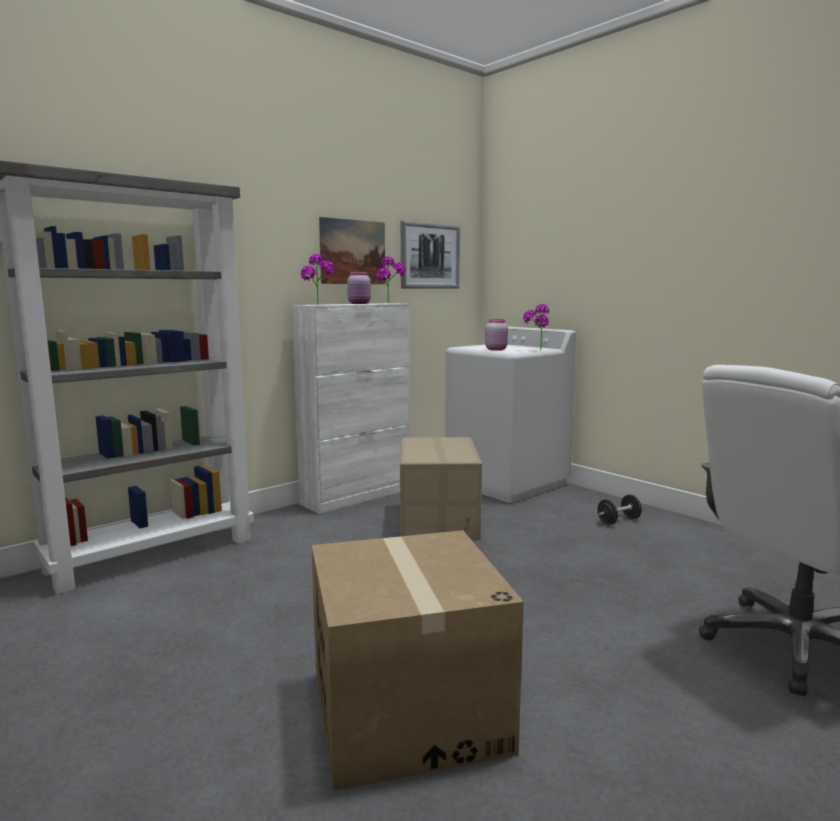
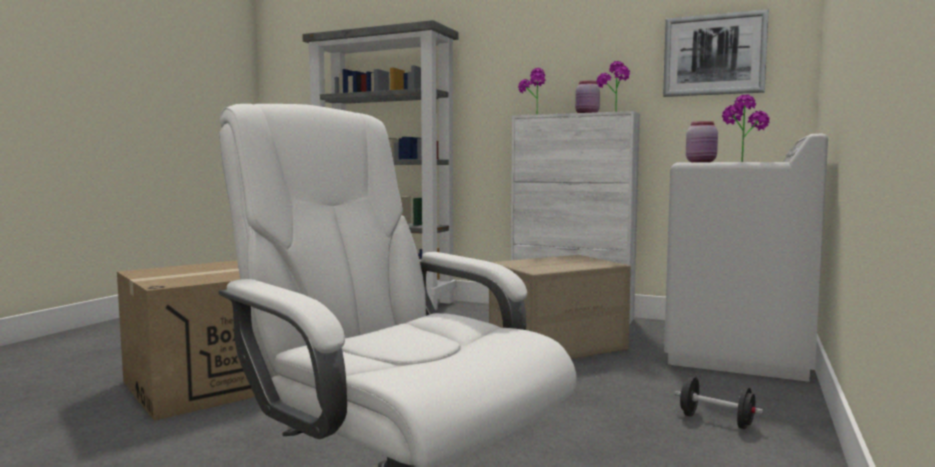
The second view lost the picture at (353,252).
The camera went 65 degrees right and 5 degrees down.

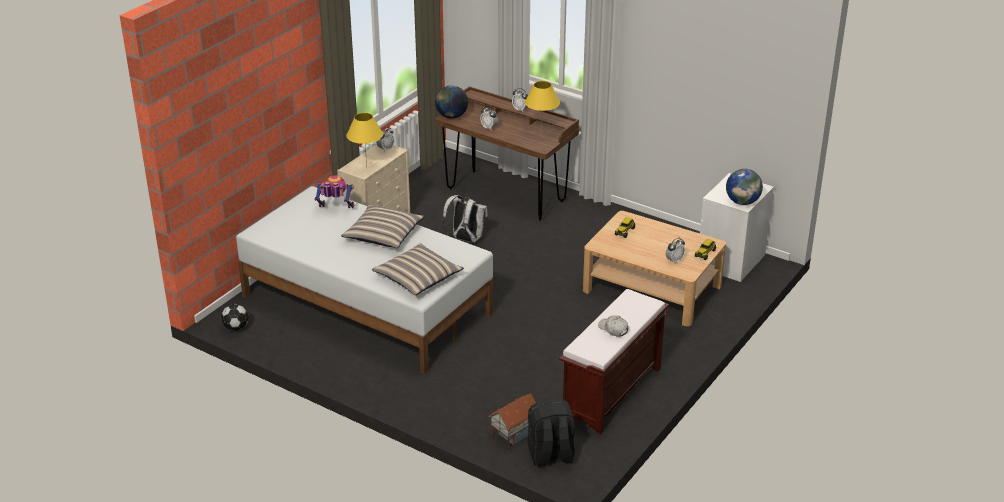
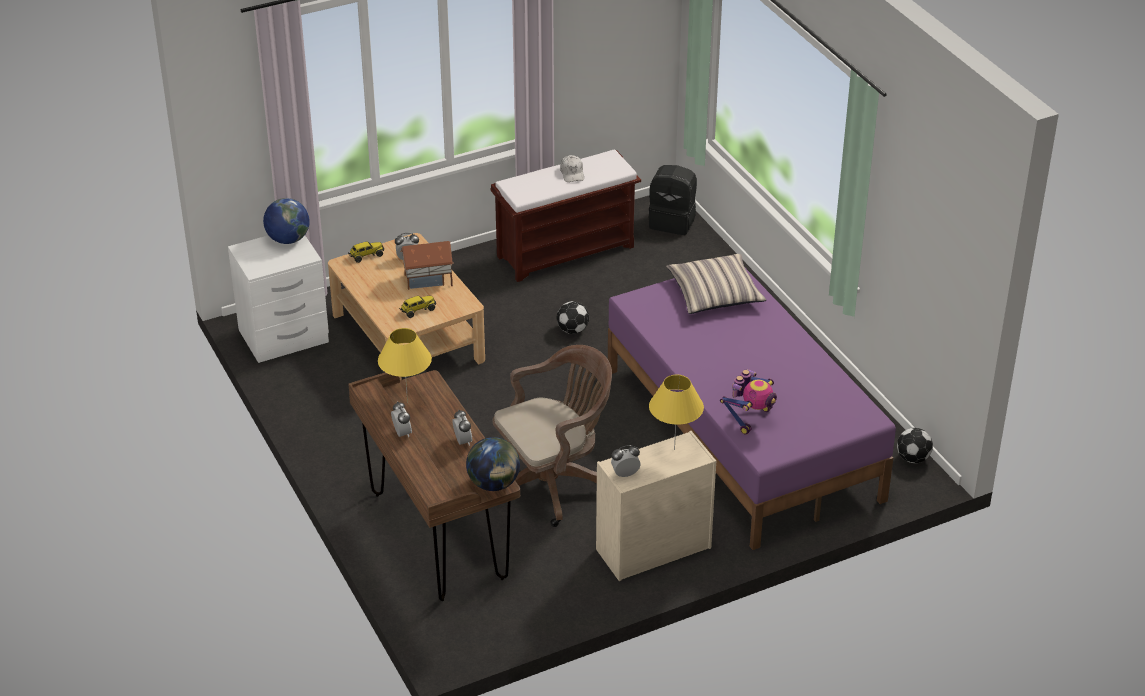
The toy house ended up elsewhere, having gone from (514,433) to (428,280).
Where the white backpack stood at (465,239), the brown office chair came to stand at (553,483).
The second view gained the football at (573,330).
What was the white bed at (366,304) turned into the purple bed at (741,434).
The toy robot at (335,209) ended up facing another way, 90 degrees counterclockwise from before.
The second view lost the pillow at (383,234).
The camera went 150 degrees left and 5 degrees up.

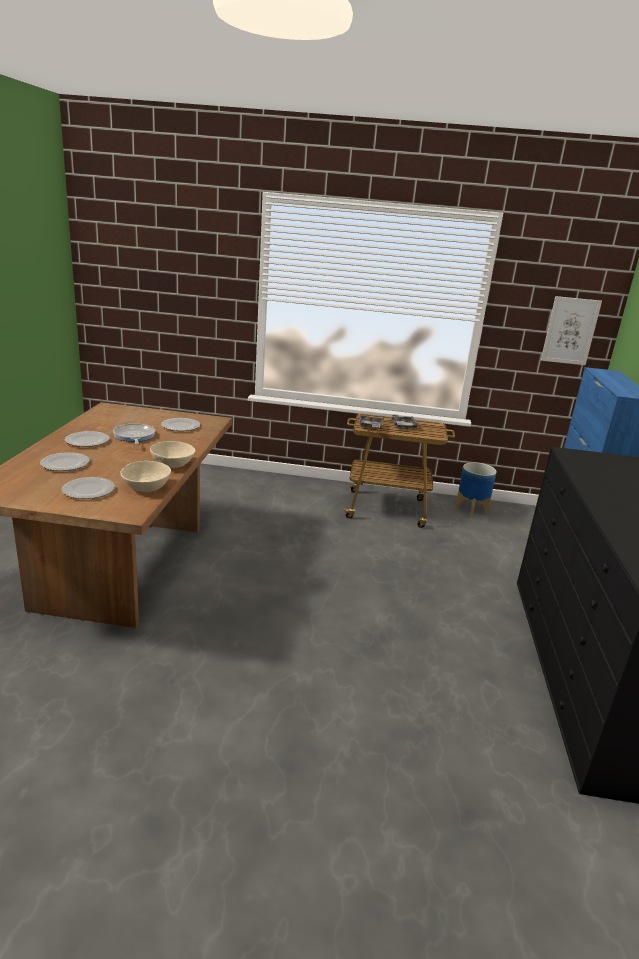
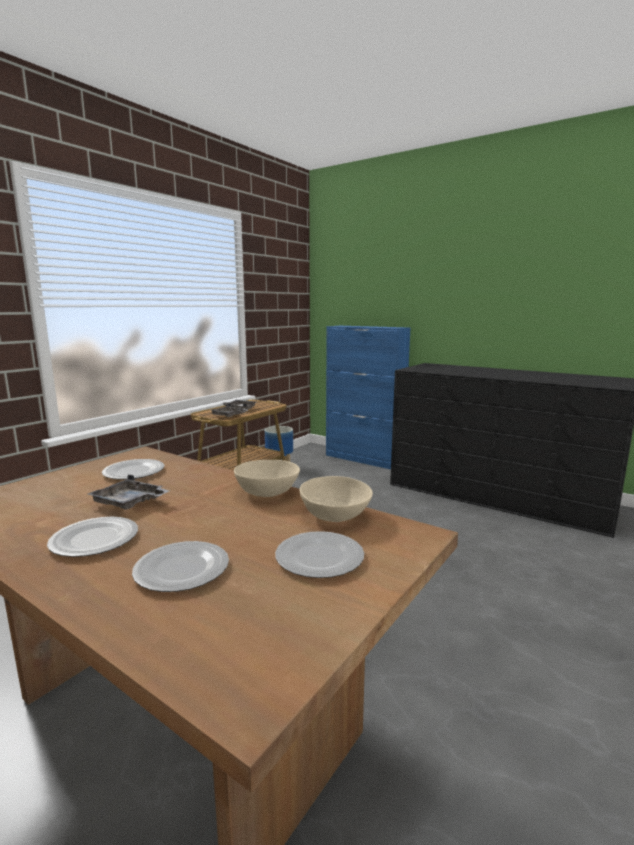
Where the frying pan stood at (134,436), the grey tray came to stand at (129,503).
The second view lost the picture at (570,331).
The camera went 60 degrees left and 10 degrees down.

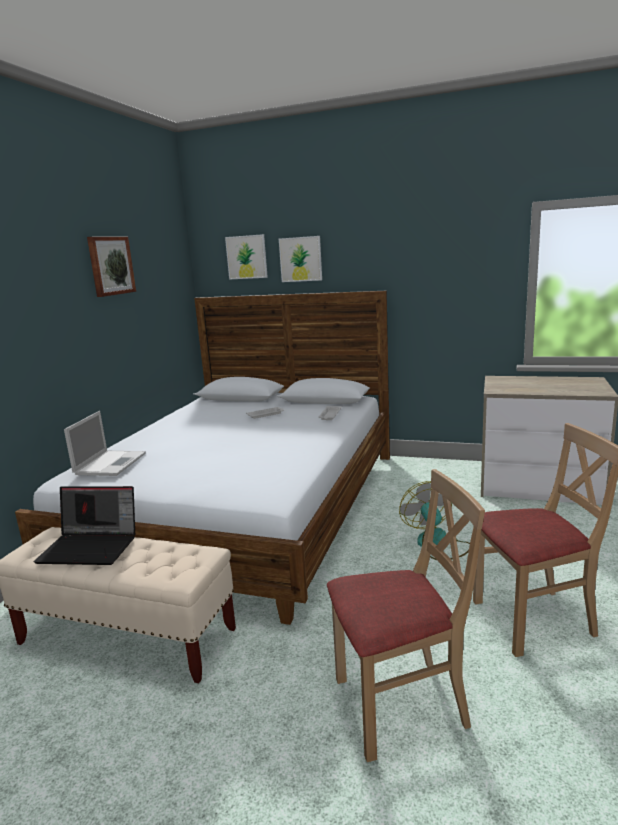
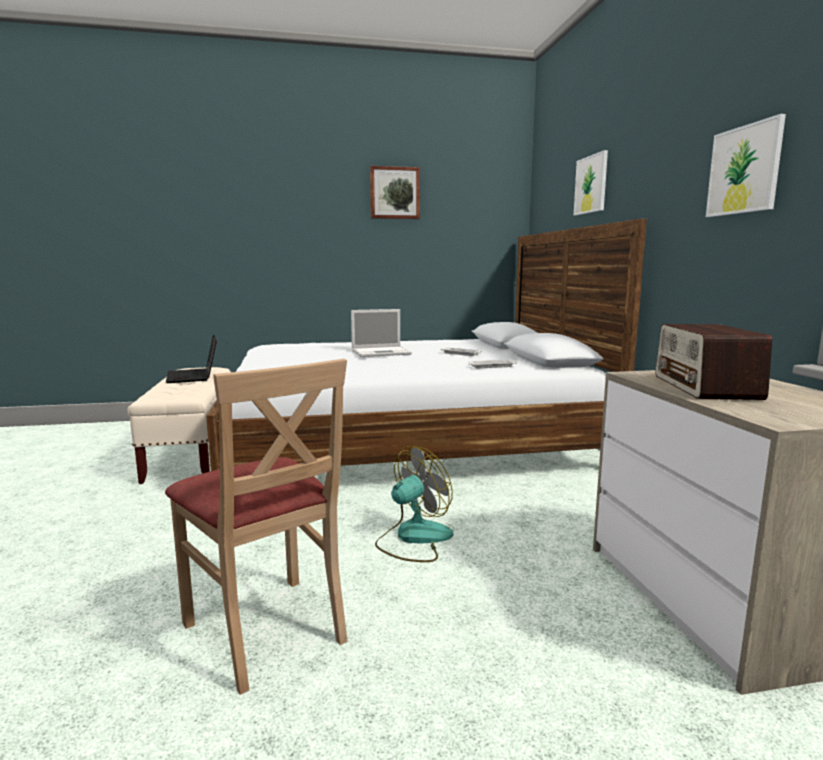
The laptop ended up elsewhere, having gone from (111,463) to (382,352).
The second view gained the radio at (705,387).
The picture ended up elsewhere, having gone from (246,257) to (744,170).
The second view lost the beige chair at (400,705).
The camera went 60 degrees right and 5 degrees down.

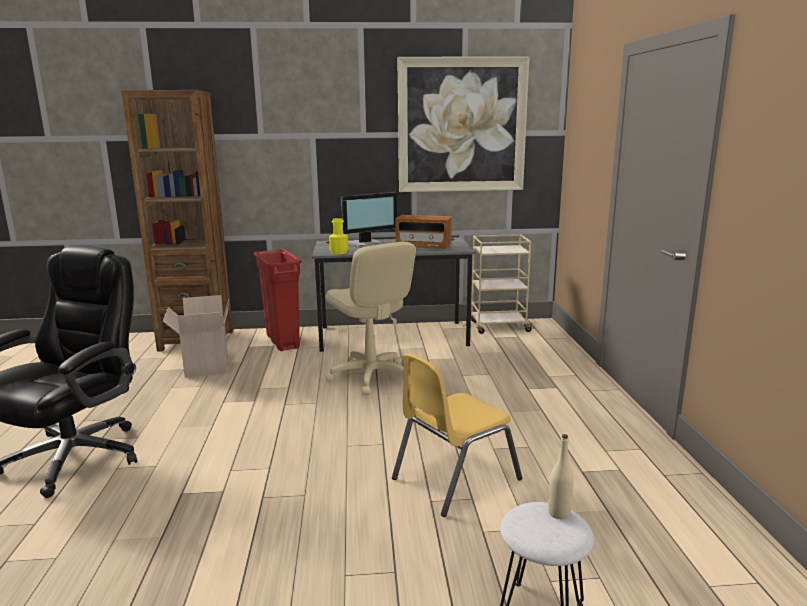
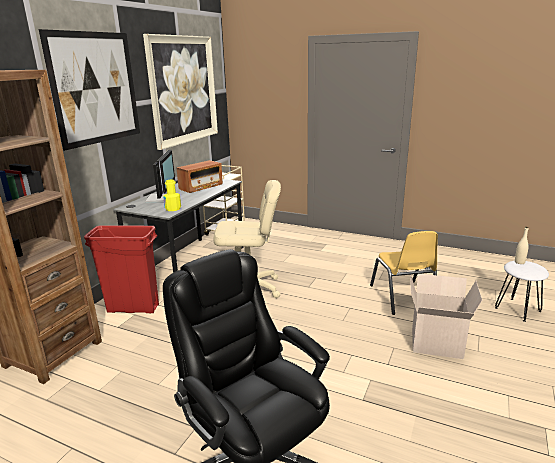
The second view gained the picture at (95,88).
The cardboard box ended up elsewhere, having gone from (205,366) to (435,344).
The camera went 60 degrees left and 5 degrees up.

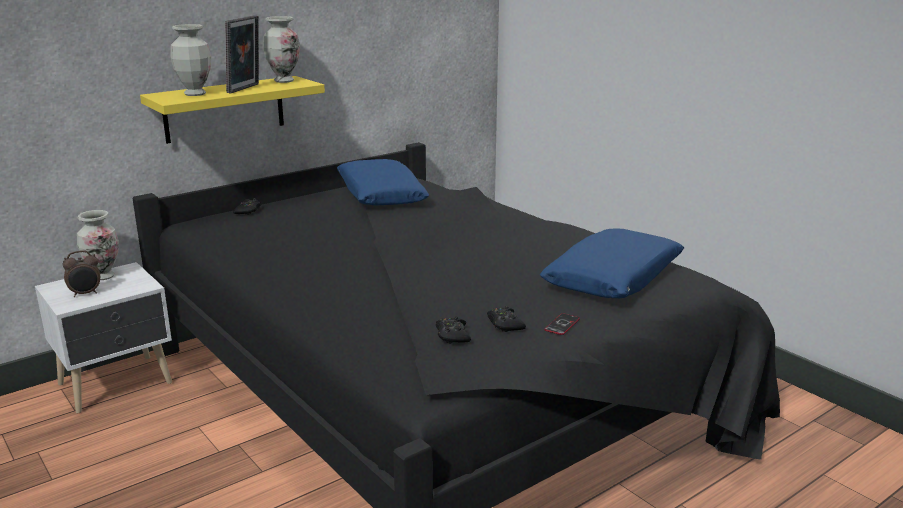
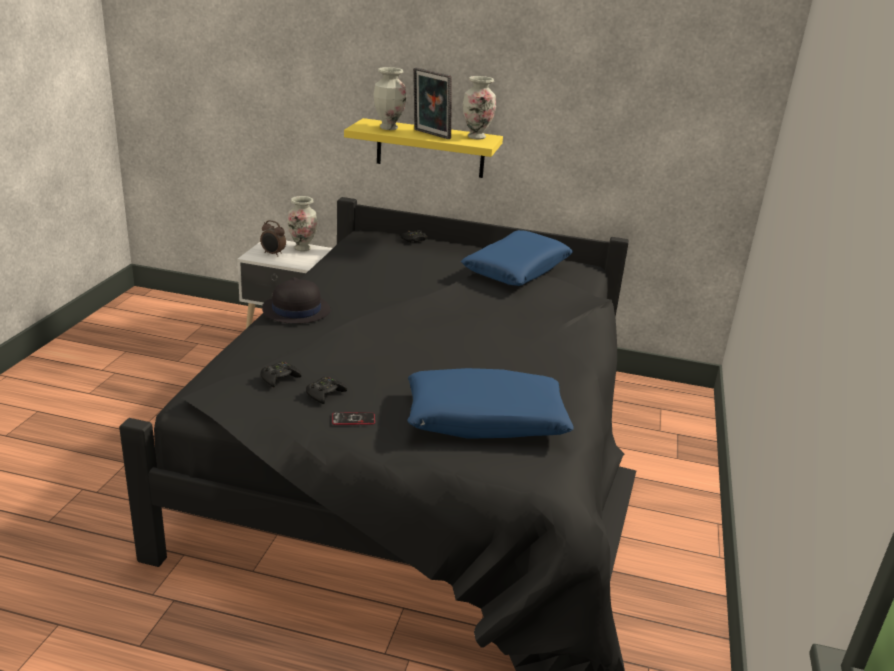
The second view gained the black hat at (296,310).
The picture frame at (246,88) ended up facing another way, 60 degrees clockwise from before.
The camera went 50 degrees right and 5 degrees up.

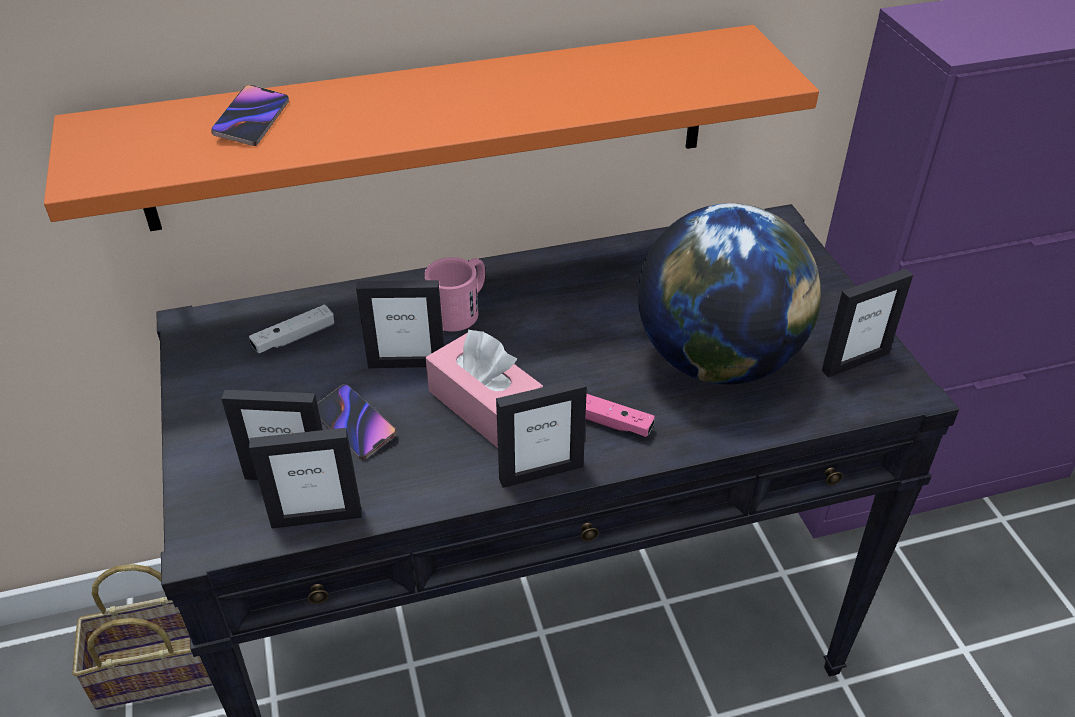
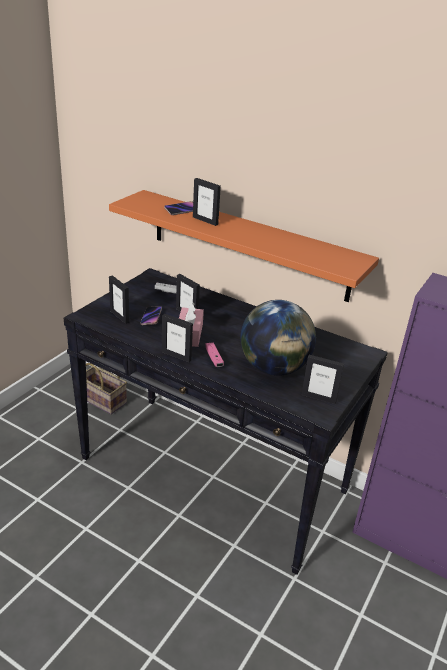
The picture frame ended up elsewhere, having gone from (316,517) to (205,221).
The second view lost the pink mug at (461,309).
The camera went 45 degrees right and 10 degrees down.

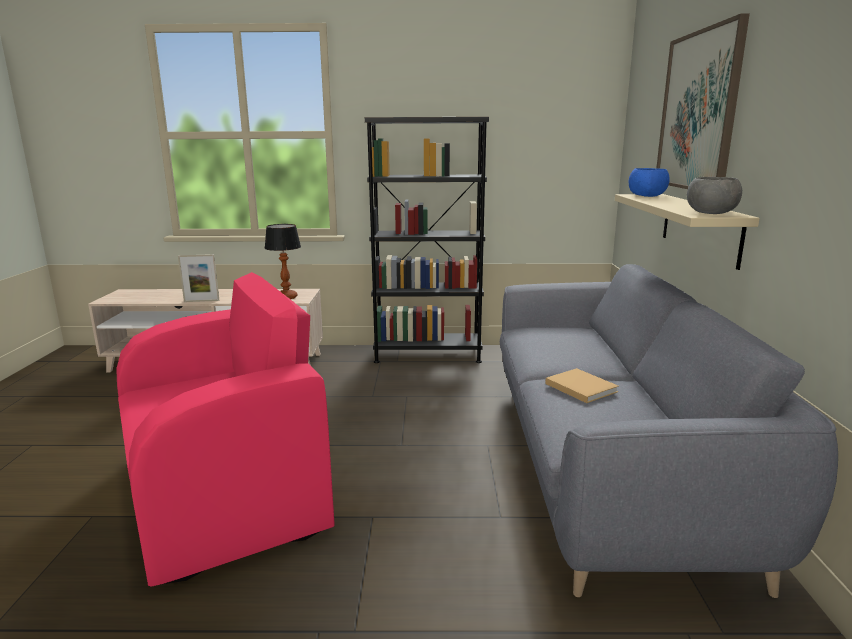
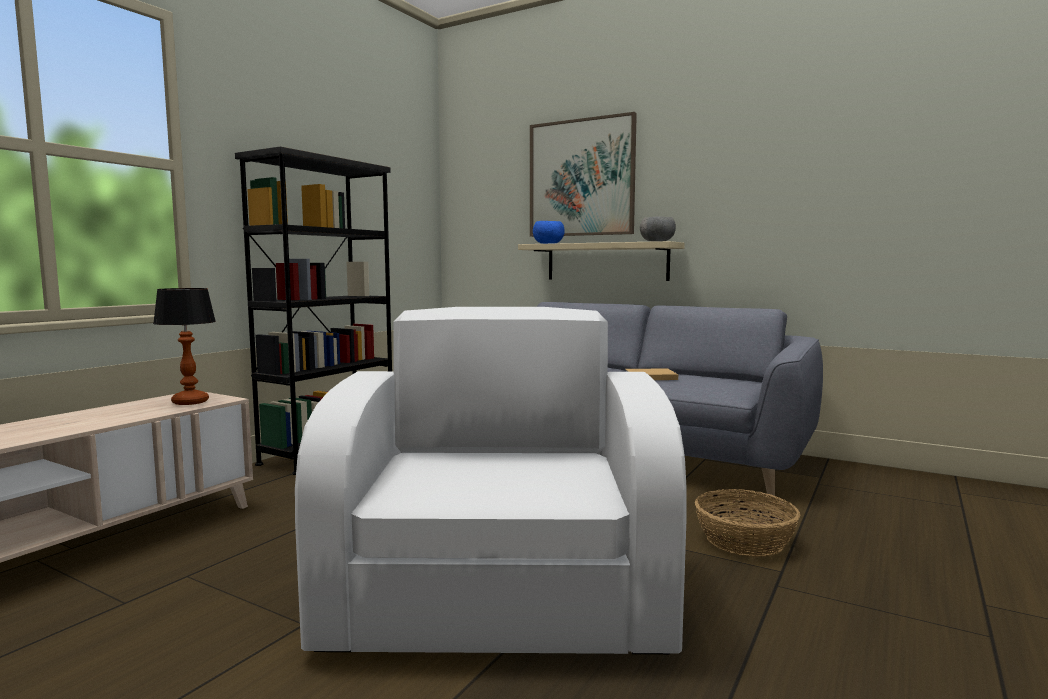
What was the pink armchair at (225,494) turned into the white armchair at (499,600).
The second view gained the basket at (745,540).
The second view lost the picture frame at (201,301).
The camera went 60 degrees left and 10 degrees down.

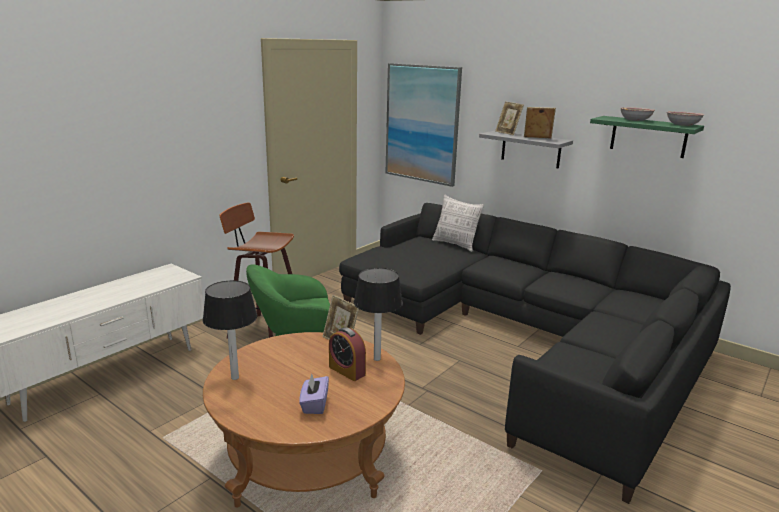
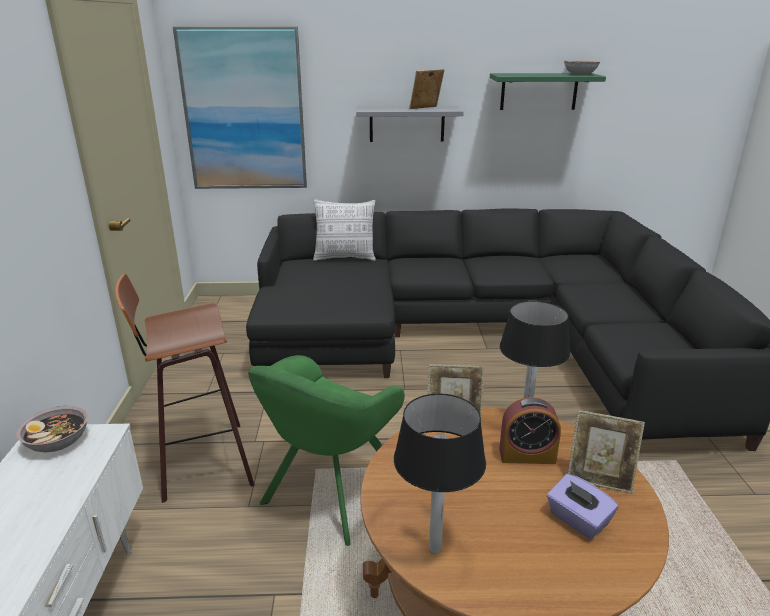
The bowl ended up elsewhere, having gone from (635,120) to (57,442).
The picture frame ended up elsewhere, having gone from (507,133) to (599,479).
The camera went 40 degrees left and 5 degrees up.

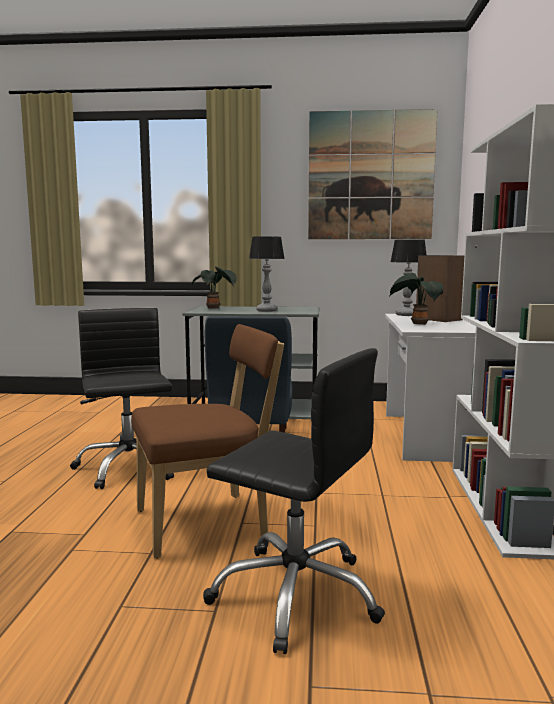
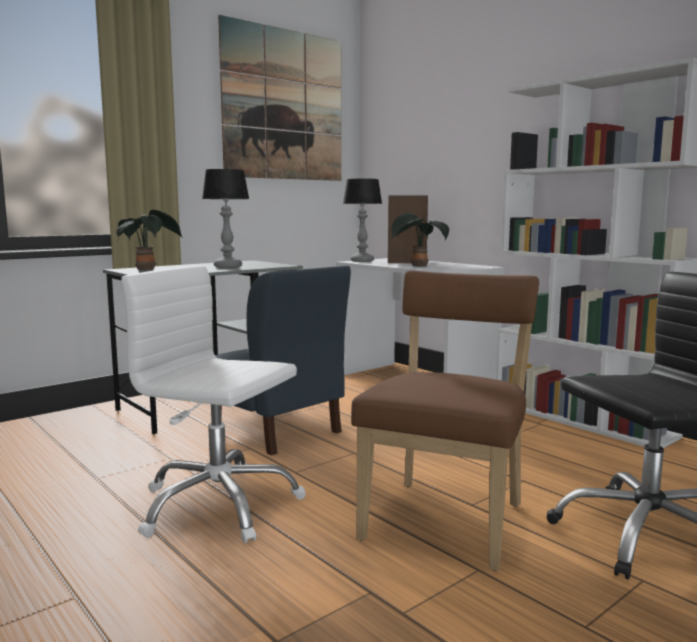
What was the black office chair at (128,467) turned into the white office chair at (218,505).
The camera went 45 degrees left and 0 degrees up.

